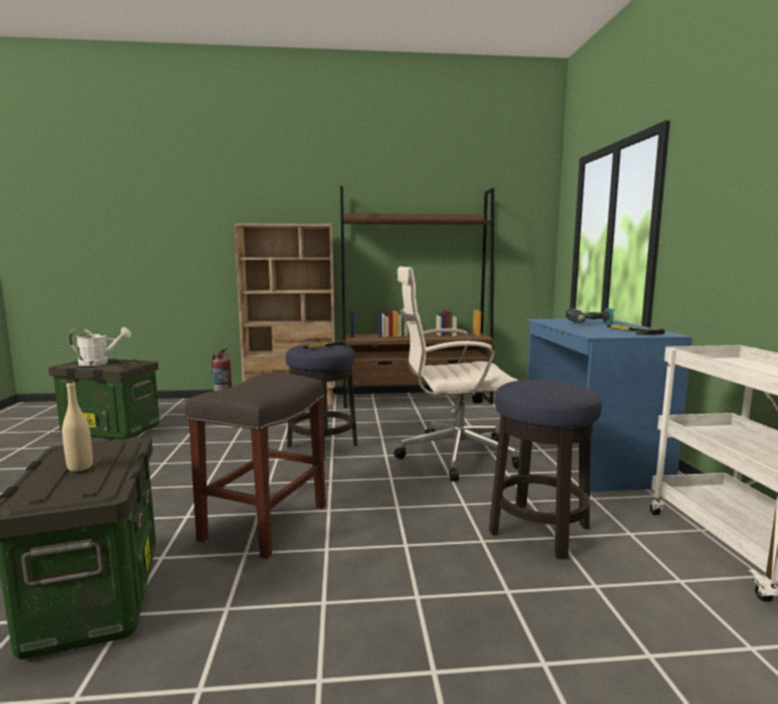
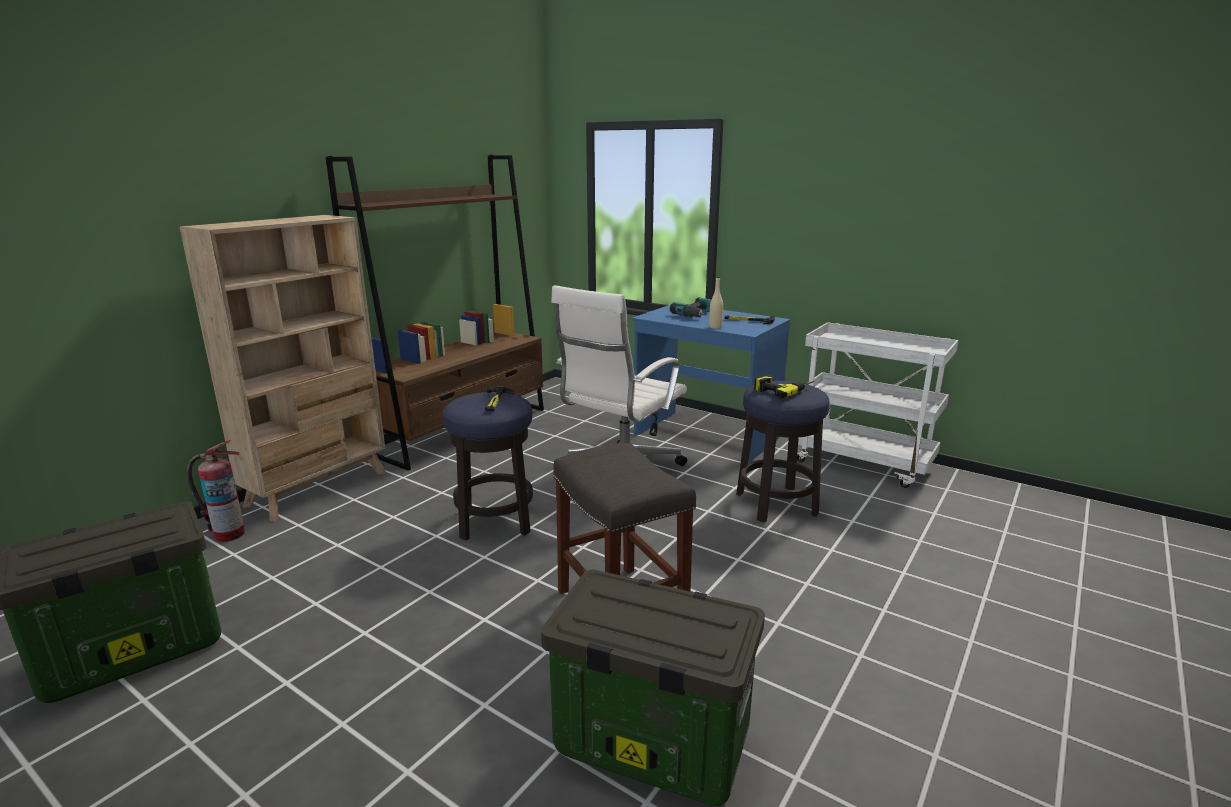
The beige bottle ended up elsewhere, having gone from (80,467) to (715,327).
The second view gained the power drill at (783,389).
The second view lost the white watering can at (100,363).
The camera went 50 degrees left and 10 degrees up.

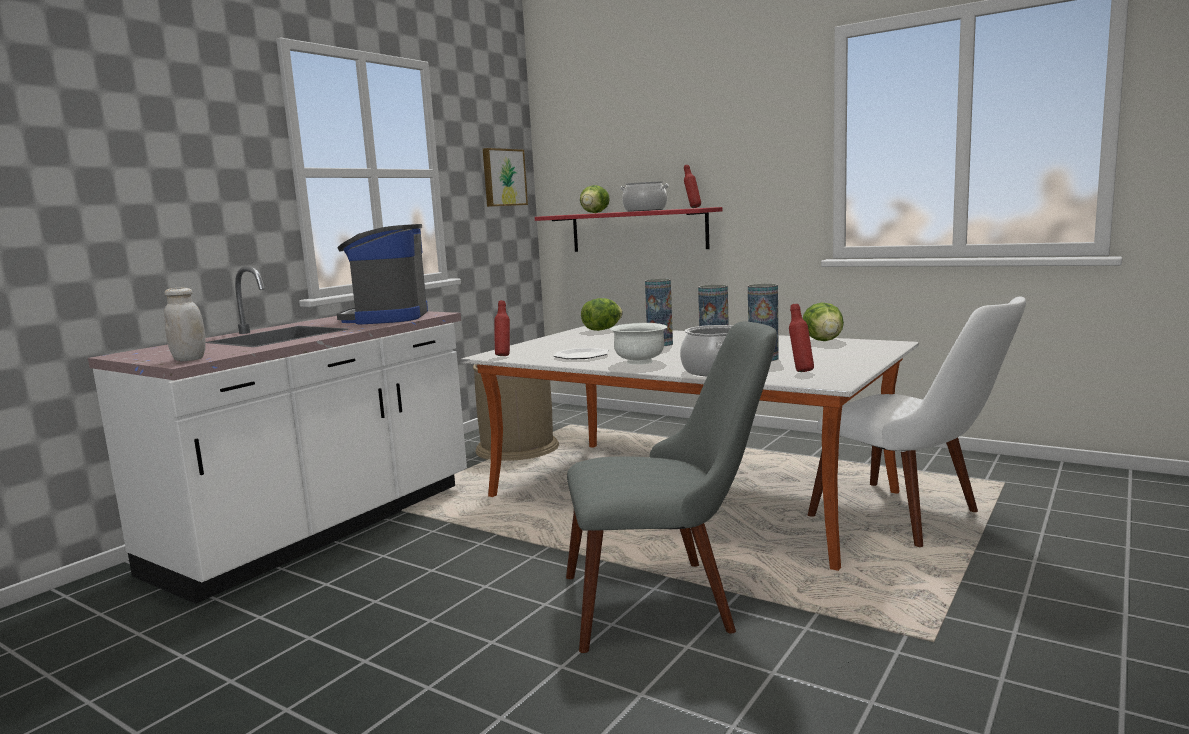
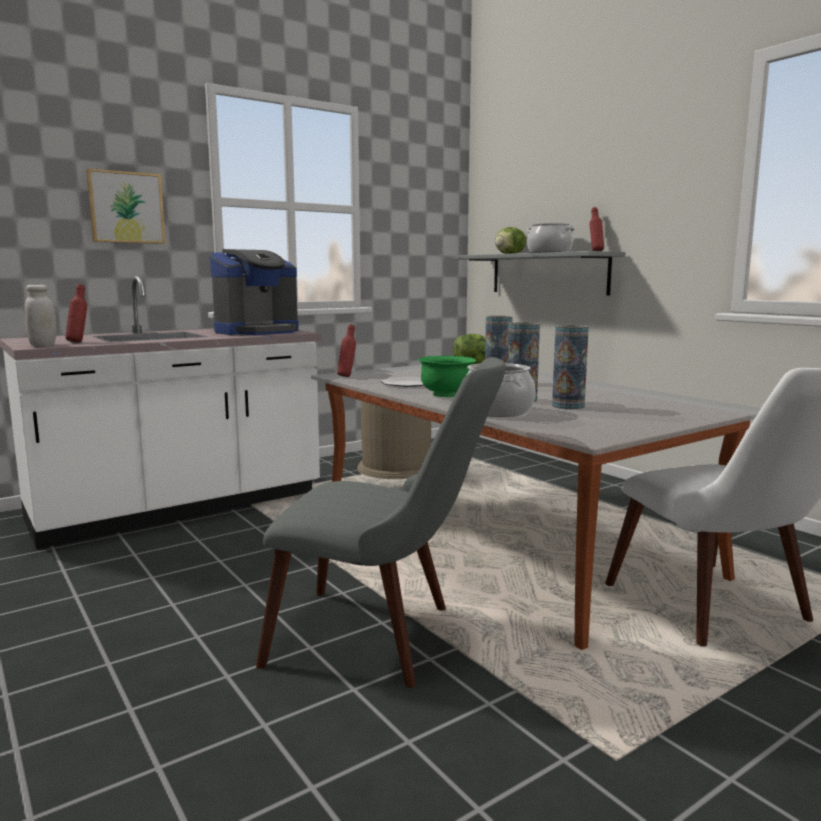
The red bottle ended up elsewhere, having gone from (800,371) to (79,342).
The picture ended up elsewhere, having gone from (503,177) to (126,208).
The coffee machine at (386,317) ended up facing another way, 150 degrees counterclockwise from before.
What was the white bowl at (640,362) turned into the green bowl at (446,395).
What was the red shelf at (638,231) turned into the grey shelf at (548,274).
The second view lost the lettuce at (823,341).
The camera went 20 degrees right and 0 degrees up.

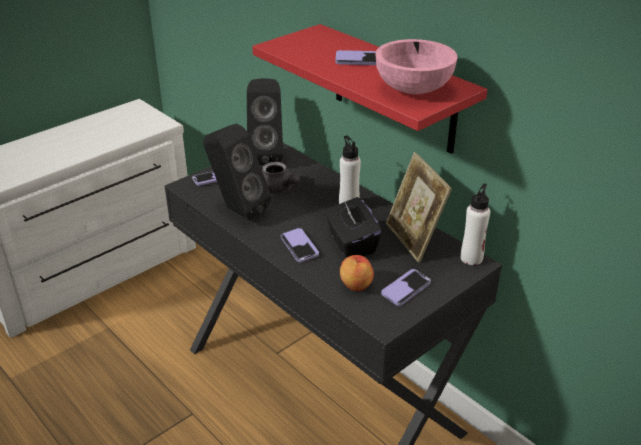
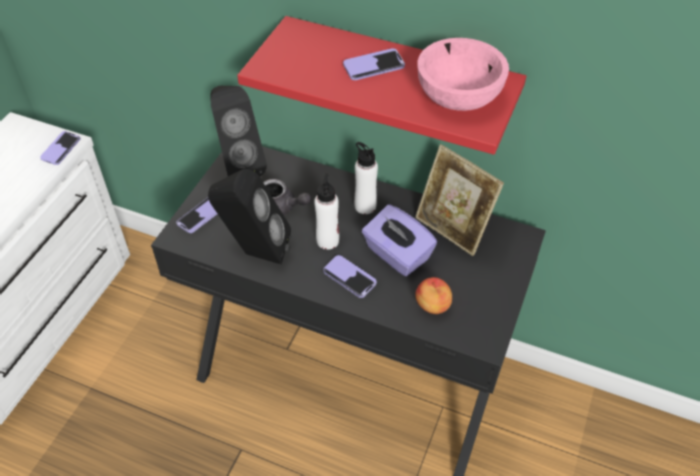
The phone ended up elsewhere, having gone from (406,289) to (61,149).
The white bottle ended up elsewhere, having gone from (471,258) to (327,240).
What was the black tissue box at (351,243) turned into the purple tissue box at (397,254).
The camera went 25 degrees left and 15 degrees up.

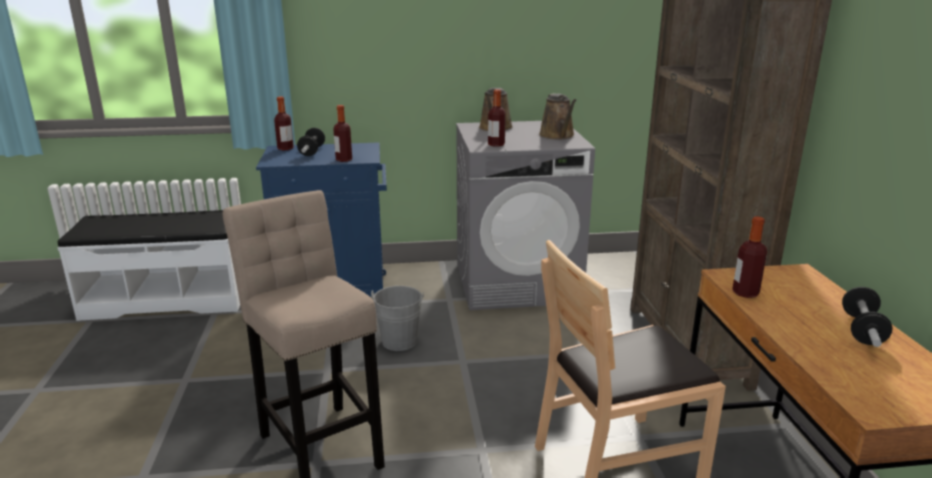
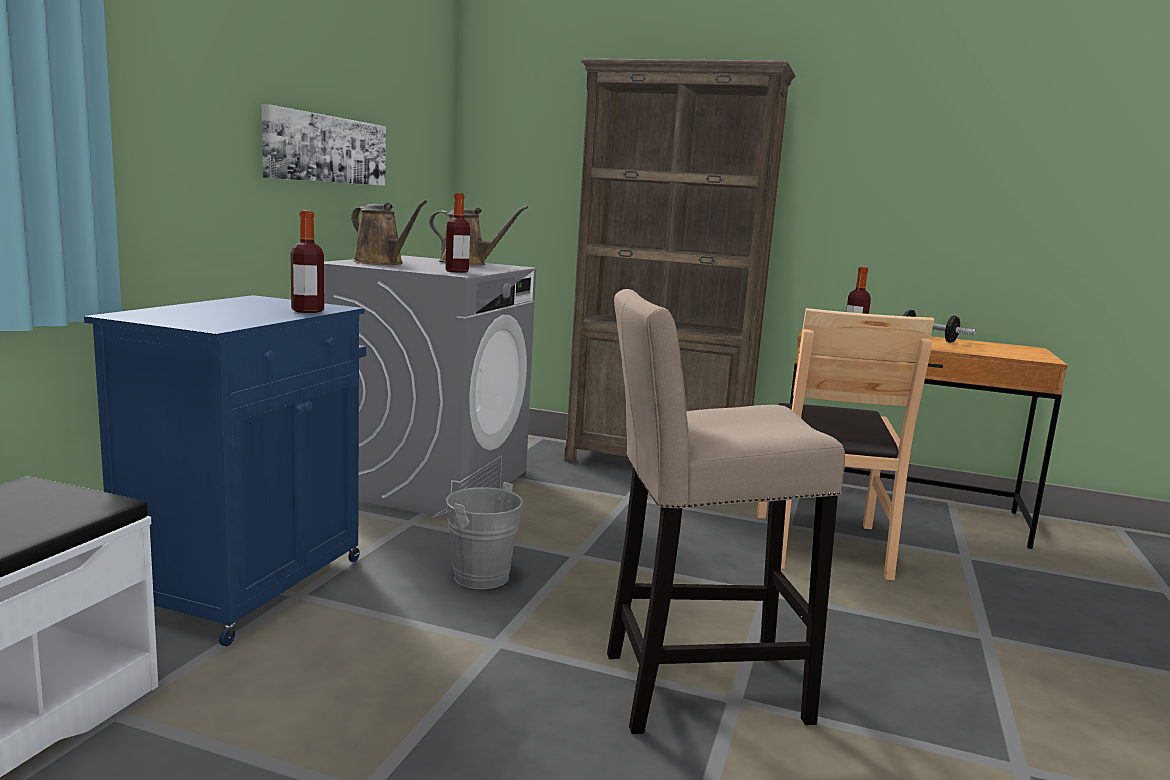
The second view gained the picture at (326,149).
The second view lost the bottle at (285,148).
The second view lost the dumbbell at (312,151).
The camera went 65 degrees left and 10 degrees down.

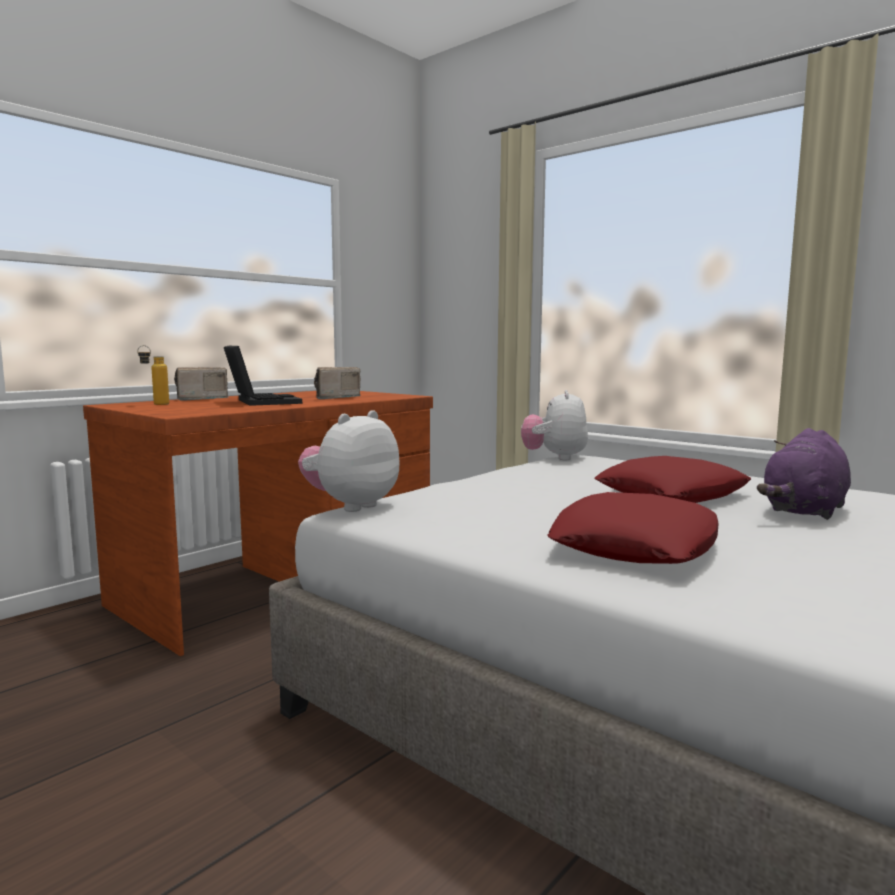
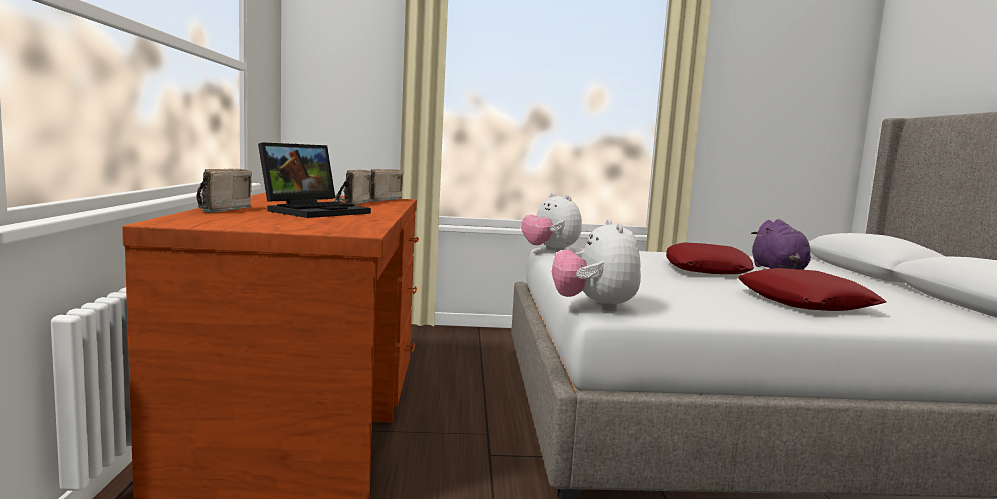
The laptop at (260,401) ended up facing another way, 105 degrees clockwise from before.
The second view gained the radio at (378,200).
The second view lost the bottle at (155,404).
The camera went 45 degrees left and 0 degrees up.

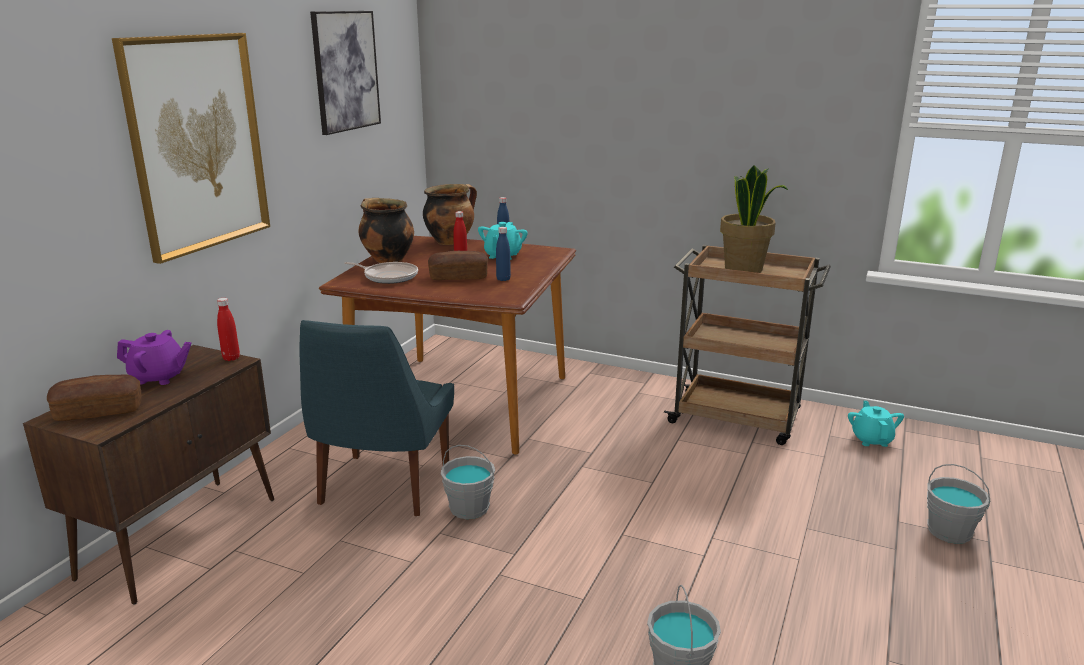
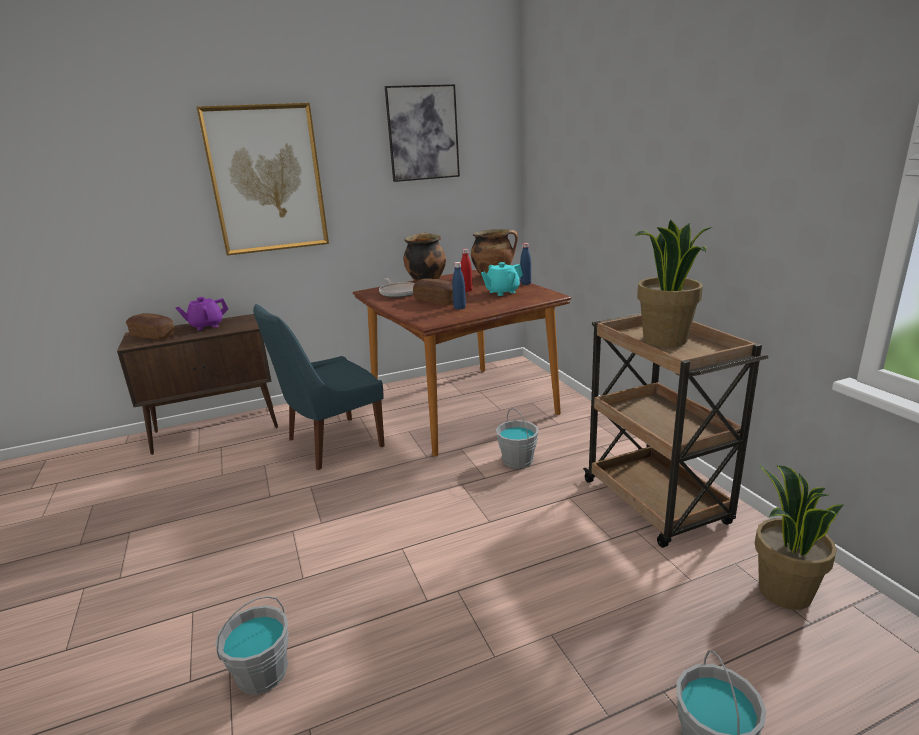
The purple teapot at (159,377) ended up facing another way, 105 degrees clockwise from before.
The grey bucket ended up elsewhere, having gone from (469,507) to (518,460).
Where the turquoise teapot stood at (871,439), the potted plant came to stand at (783,592).
The second view lost the red bottle at (231,358).
The camera went 45 degrees right and 0 degrees up.

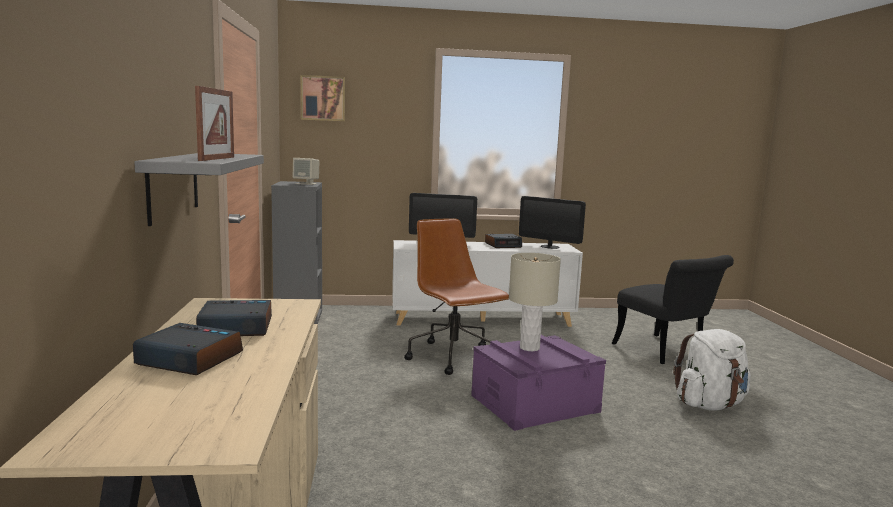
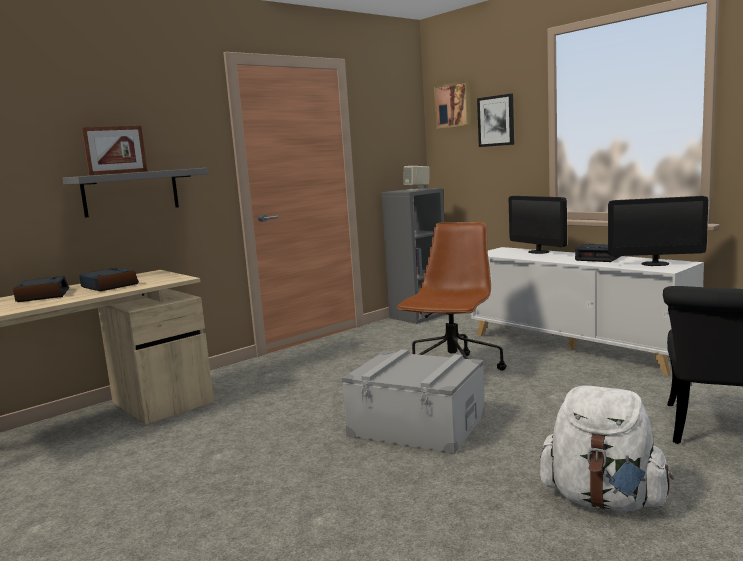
What was the purple storage box at (534,403) turned into the grey storage box at (417,425).
The second view gained the picture at (496,121).
The monitor at (550,247) ended up facing another way, 75 degrees counterclockwise from before.
The second view lost the beige table lamp at (529,348).
The camera went 55 degrees right and 0 degrees up.

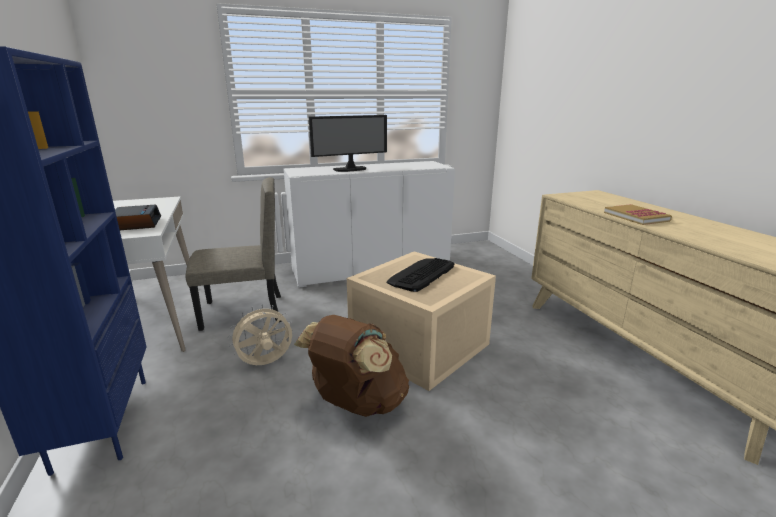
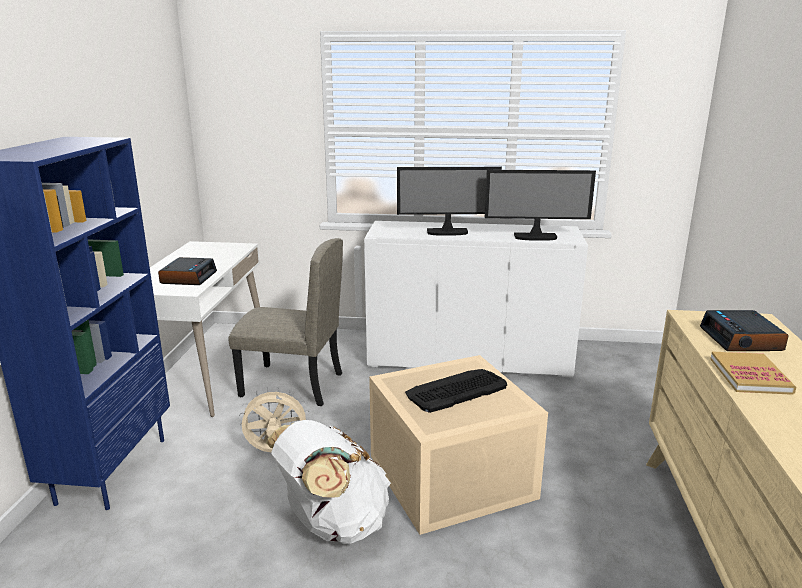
What was the brown backpack at (356,404) turned into the white backpack at (333,524).
The second view gained the monitor at (535,237).
The second view gained the alarm clock at (741,339).
The camera went 25 degrees right and 0 degrees up.

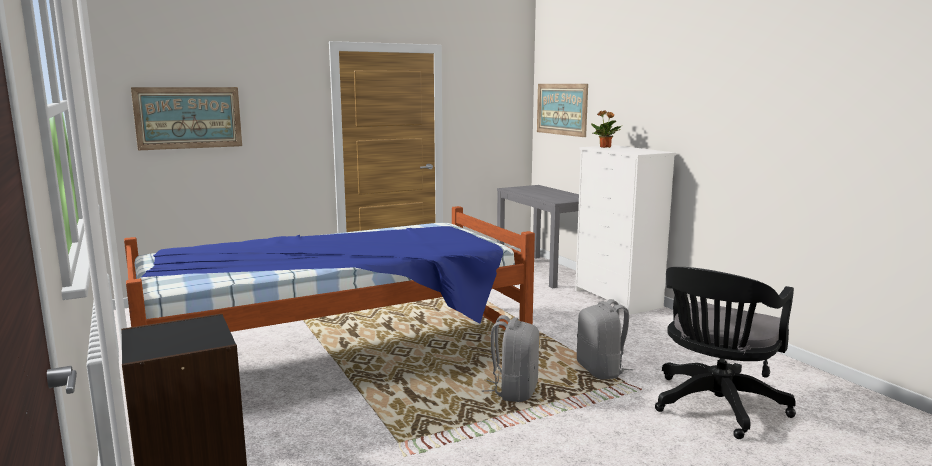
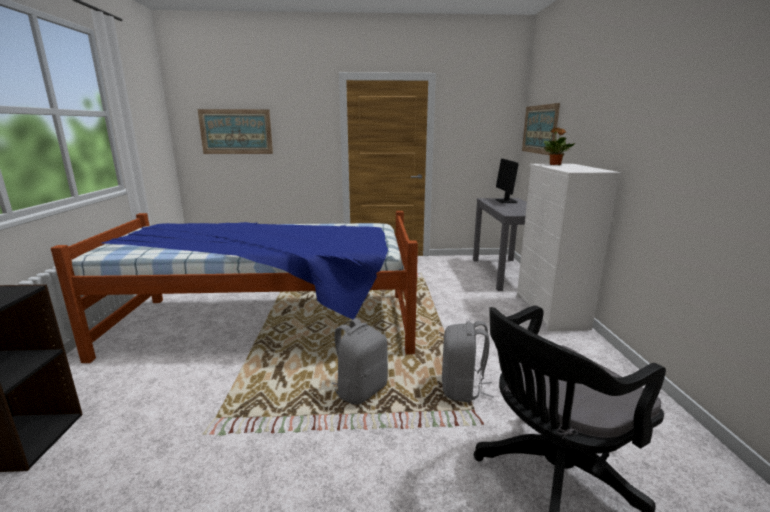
The second view gained the monitor at (505,201).
The camera went 25 degrees right and 5 degrees up.

